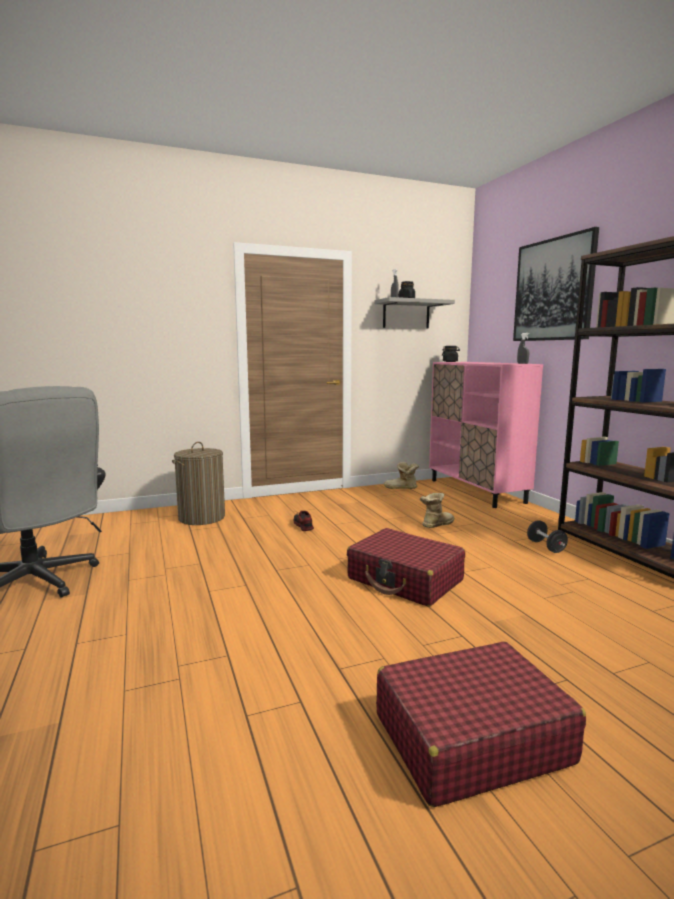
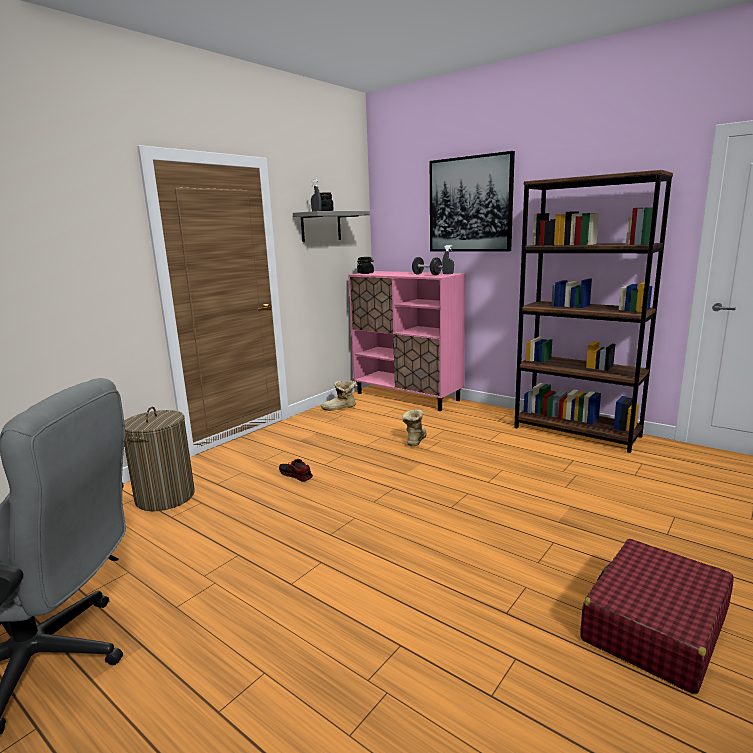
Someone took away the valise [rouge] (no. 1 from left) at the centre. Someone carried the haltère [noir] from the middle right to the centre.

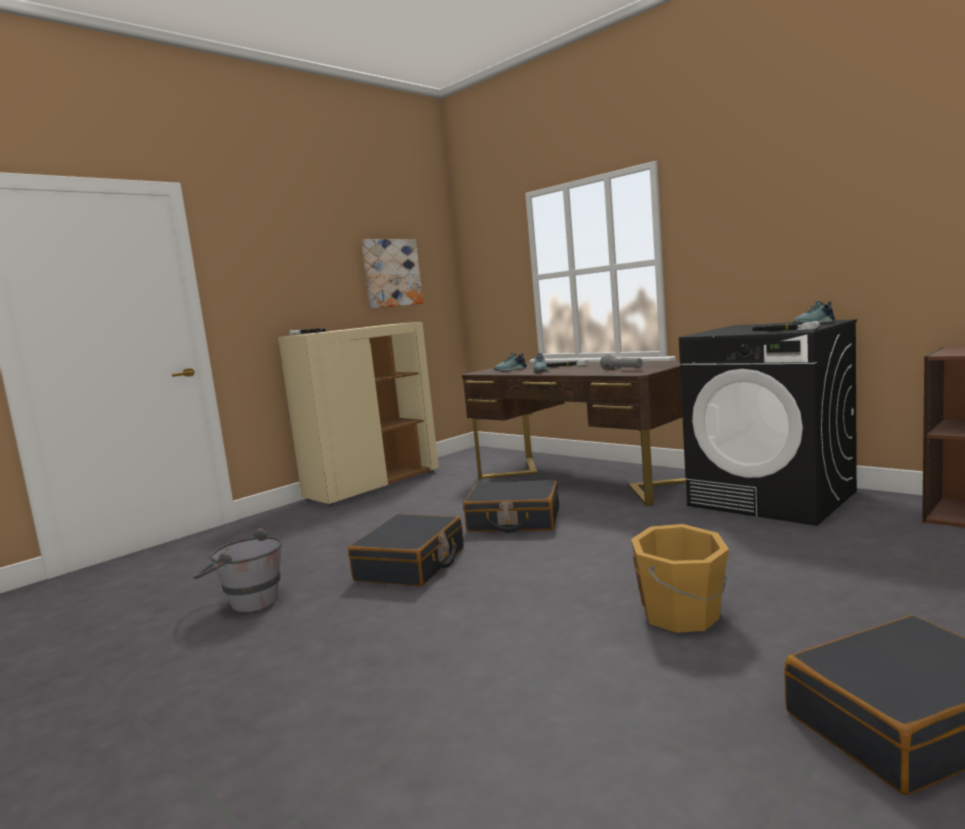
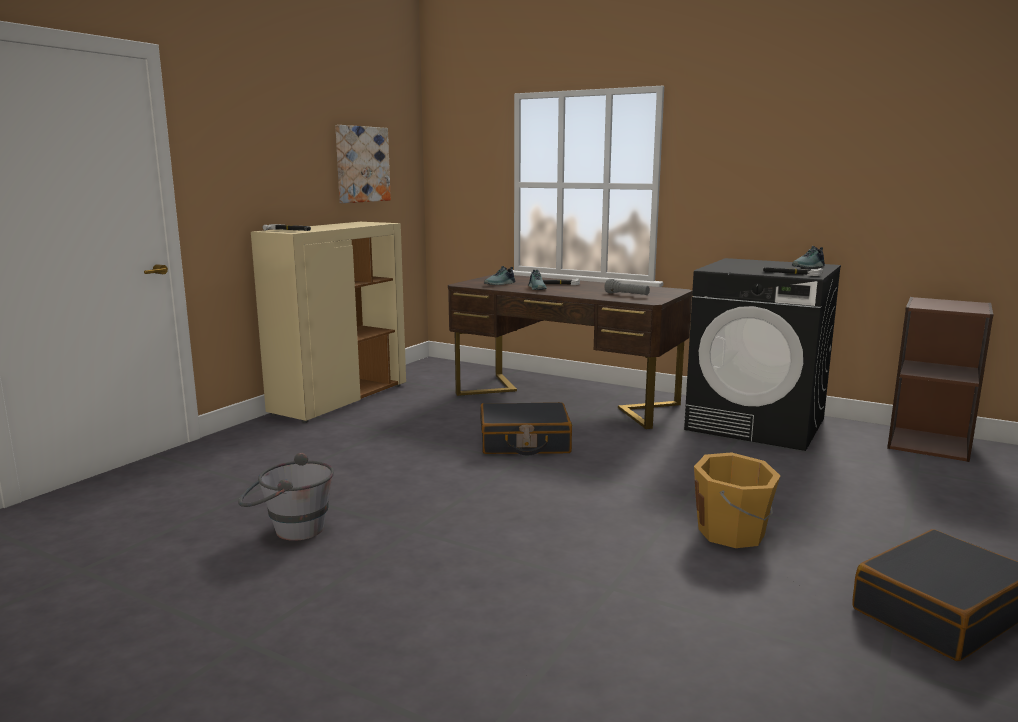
Someone took away the valise [noir] (no. 1 from left) at the centre.

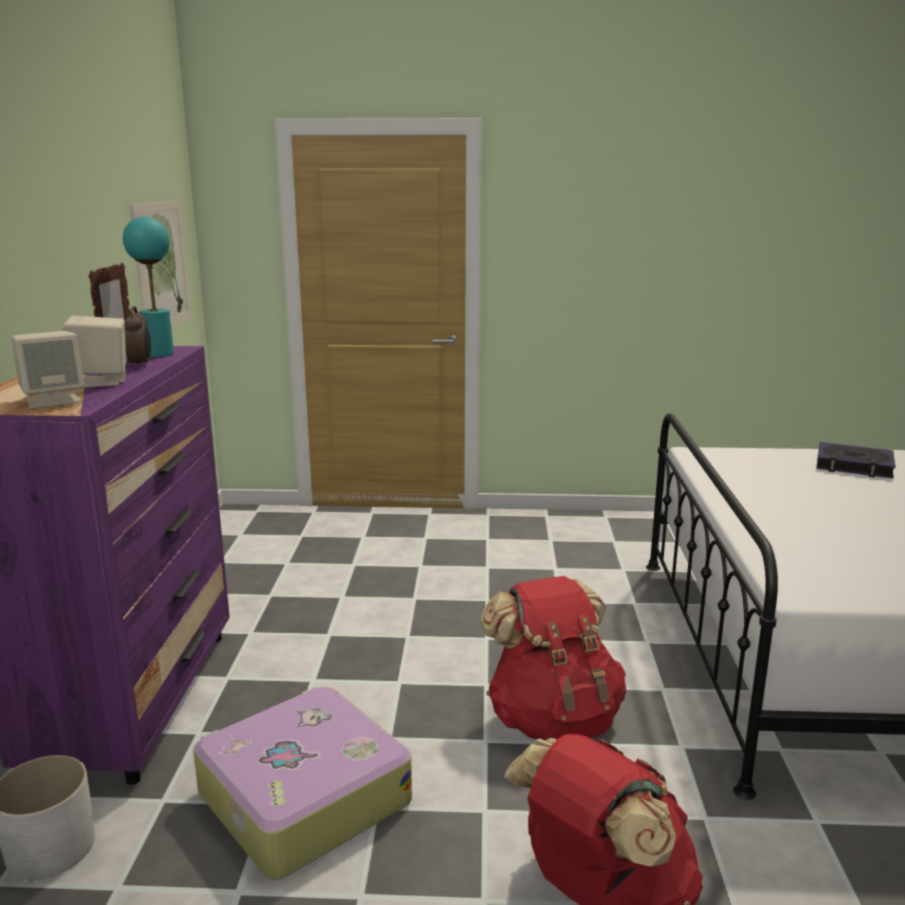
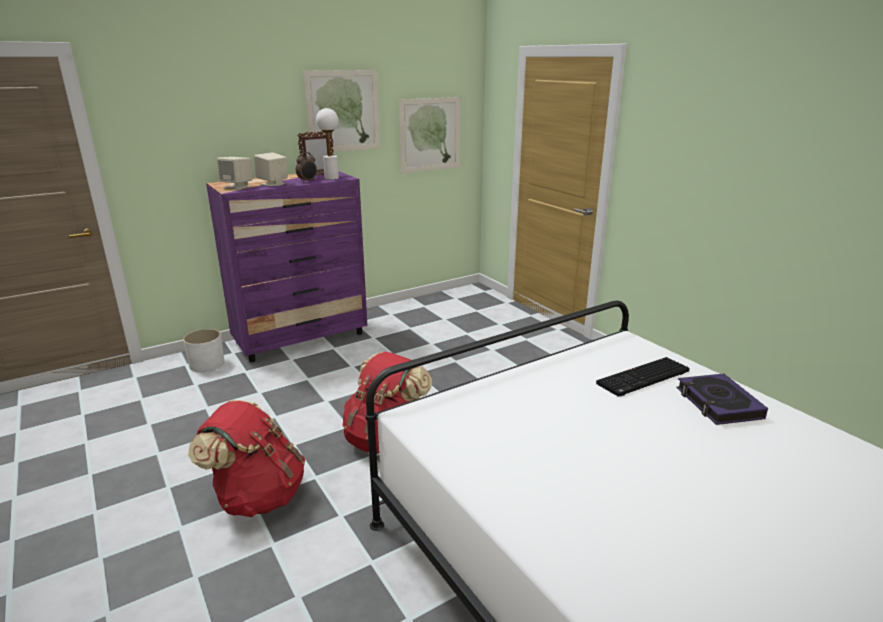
Someone took away the valise at the bottom centre. Someone put up the tableau (no. 1 from left) at the top centre. Someone put down the clavier at the middle right. Someone repainted the lampe de table [turquoise] at the top left, which became the lampe de table [blanc] at the top centre.

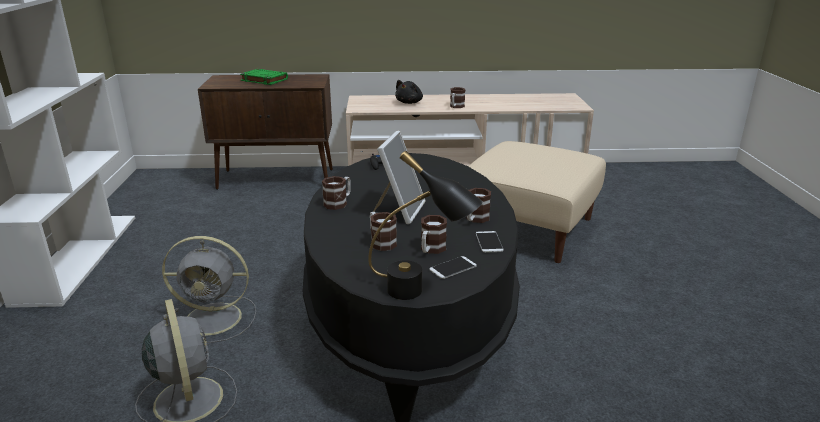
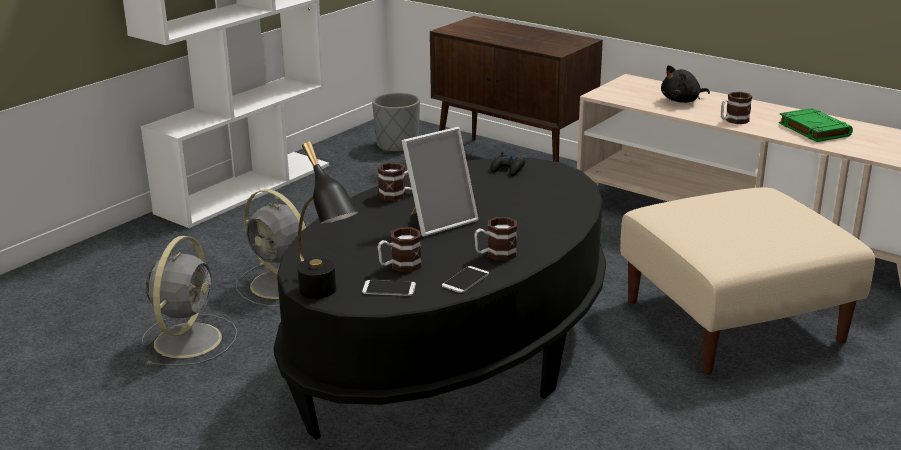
Someone took away the mug (no. 2 from left) at the centre. Someone put down the cache-pot [gris] at the top centre. Someone carried the livre [vert] from the top left to the top right.

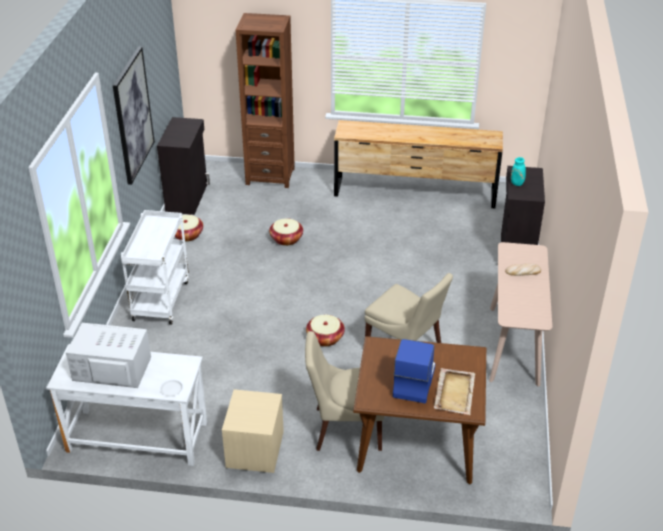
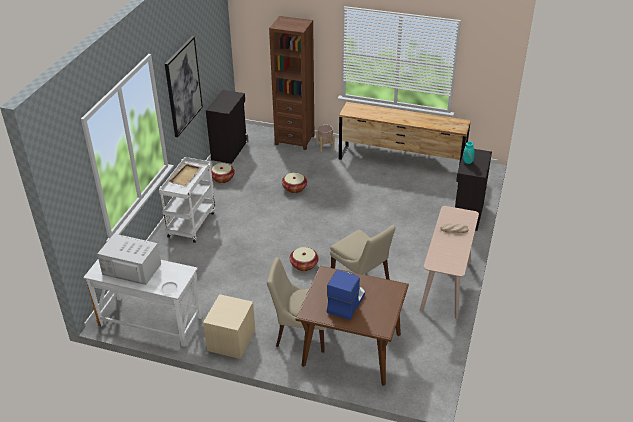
Someone put down the cache-pot [beige] at the top centre. Someone carried the plateau [beige] from the bottom right to the middle left.

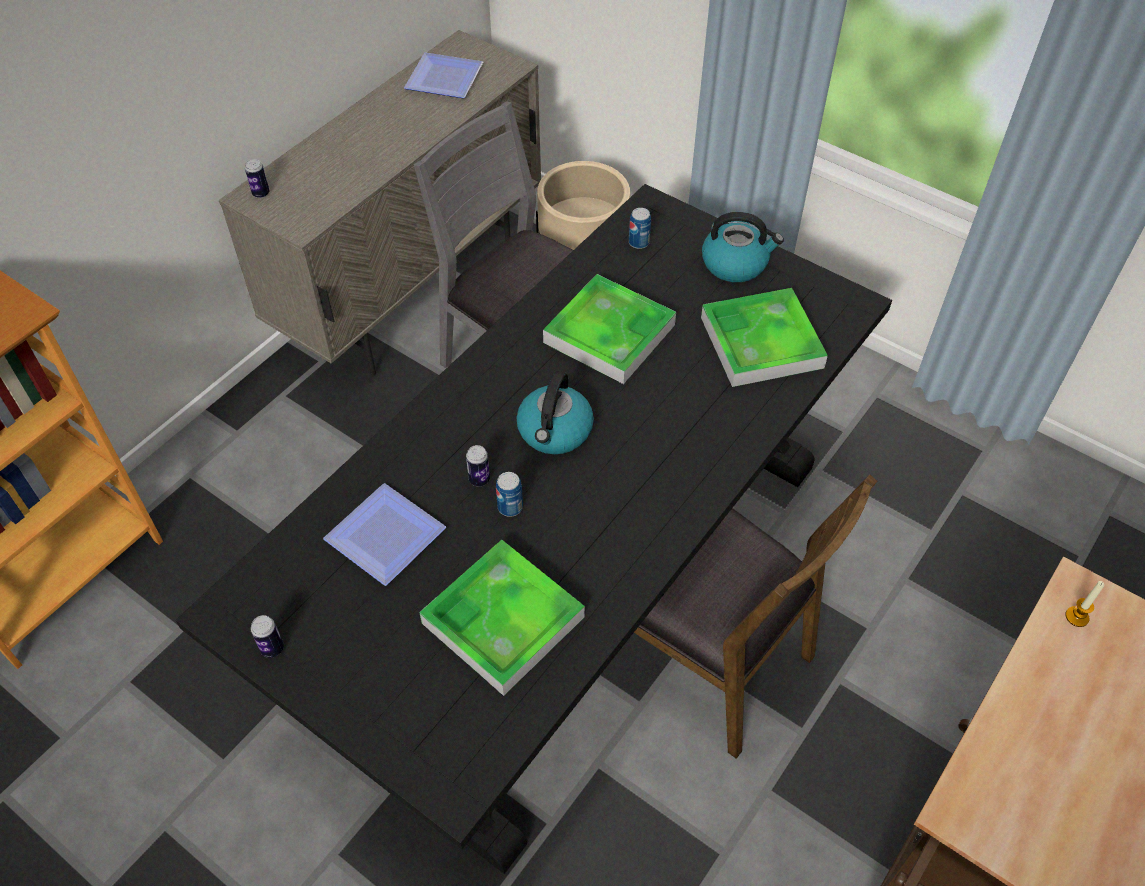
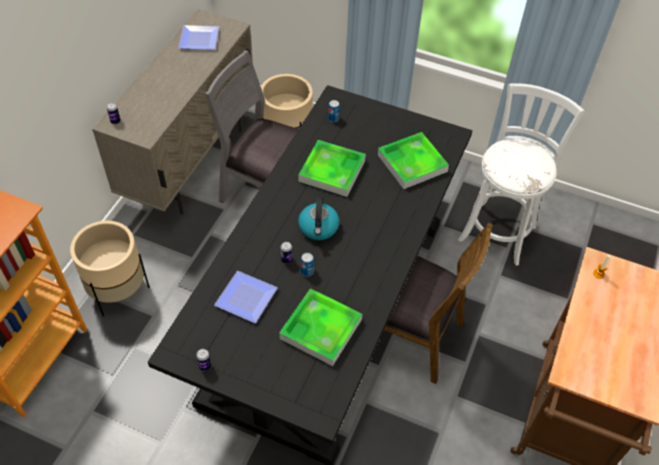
Someone took away the bouilloire (no. 2 from left) at the top centre. Someone put down the cache-pot [beige] (no. 1 from left) at the middle left. Someone put down the tabouret [blanc] at the middle right.

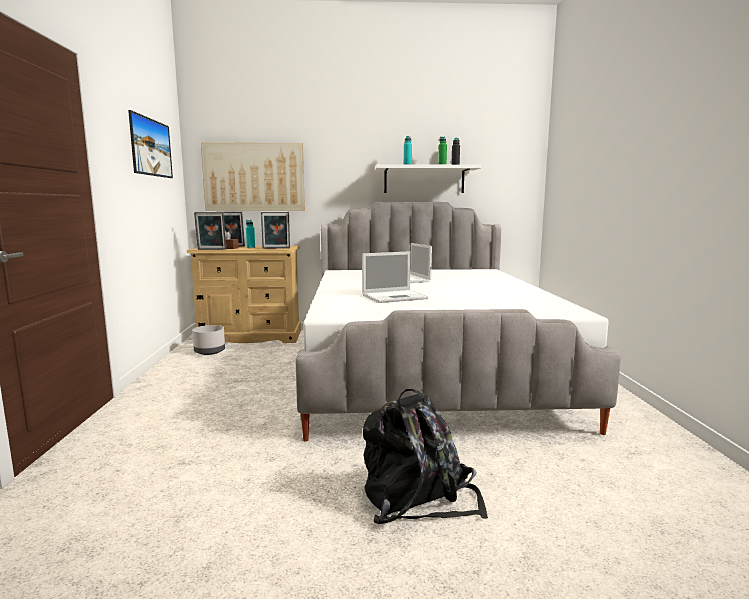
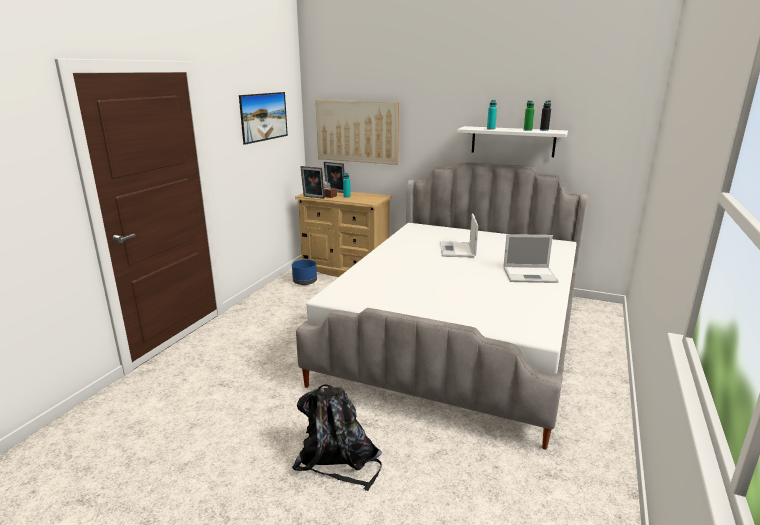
Someone took away the cadre photo (no. 3 from left) at the centre. Someone carried the ordinateur portable (no. 1 from left in the first image) from the centre to the middle right. Someone repainted the cache-pot [gris] at the middle left, which became the cache-pot [bleu] at the centre.

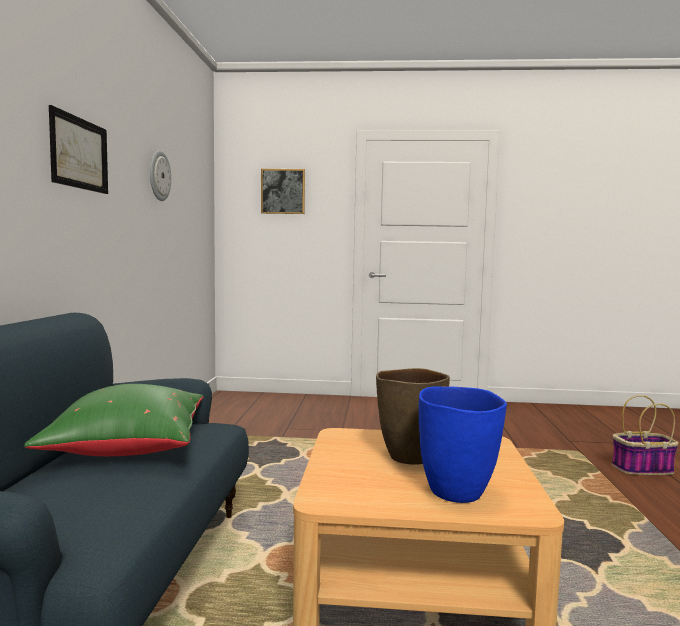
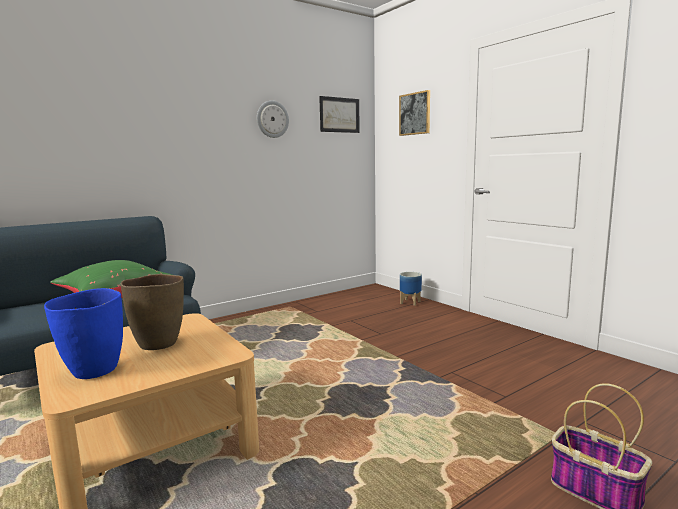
Someone put down the cache-pot at the centre. Someone carried the tableau (no. 1 from left) from the top left to the top centre.

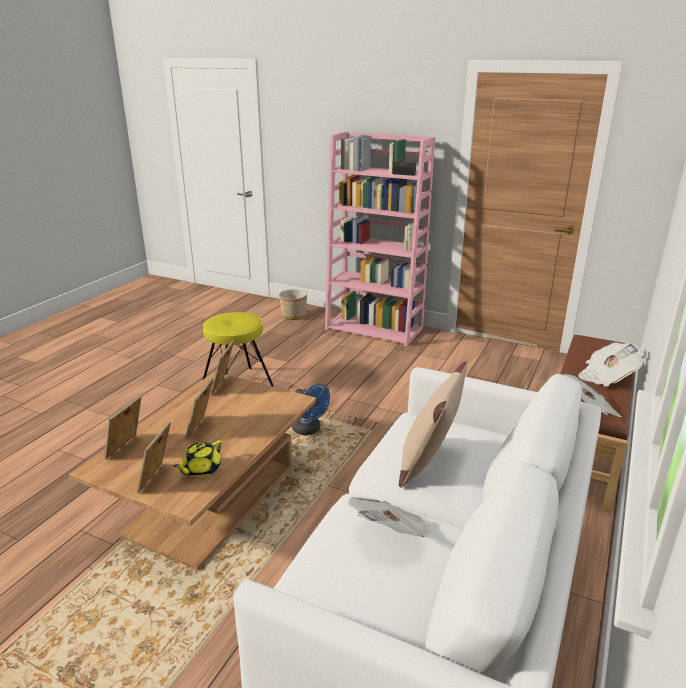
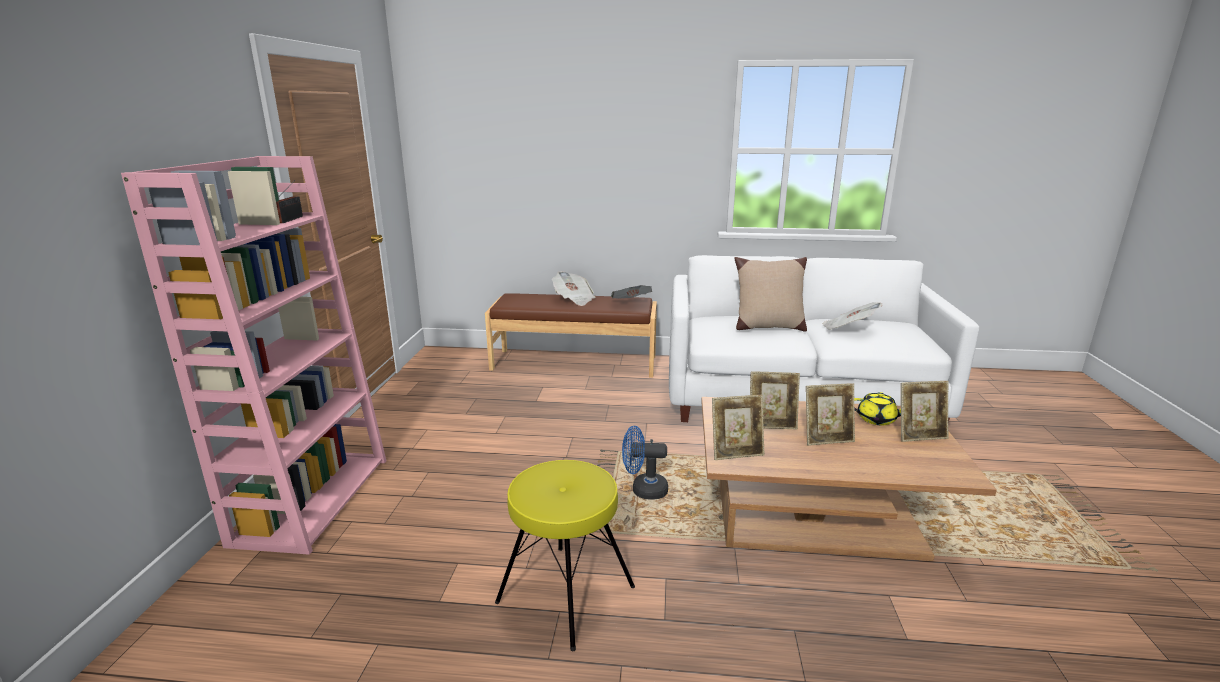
Someone took away the cache-pot at the centre. Someone carried the cadre photo (no. 1 from left in the first image) from the middle left to the centre. Someone rotated the ventilateur [bleu] at the centre by 105 degrees counterclockwise.

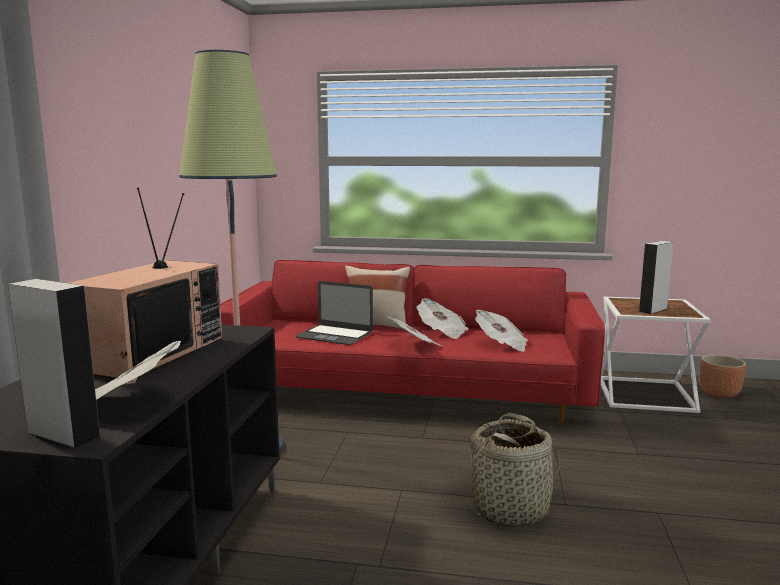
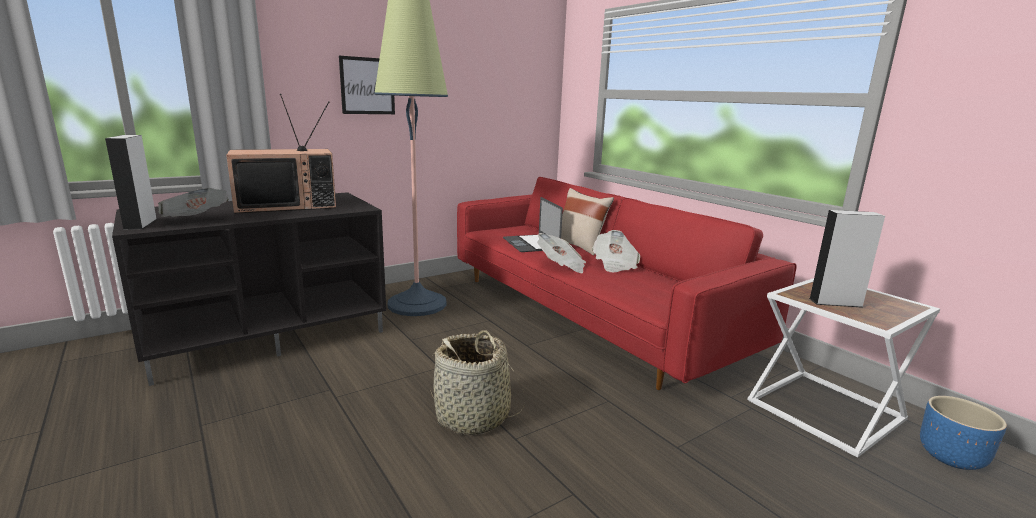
Someone took away the journal (no. 4 from left) at the centre. Someone put up the tableau at the top centre. Someone repainted the cache-pot [marron] at the middle right, which became the cache-pot [bleu] at the bottom right.

